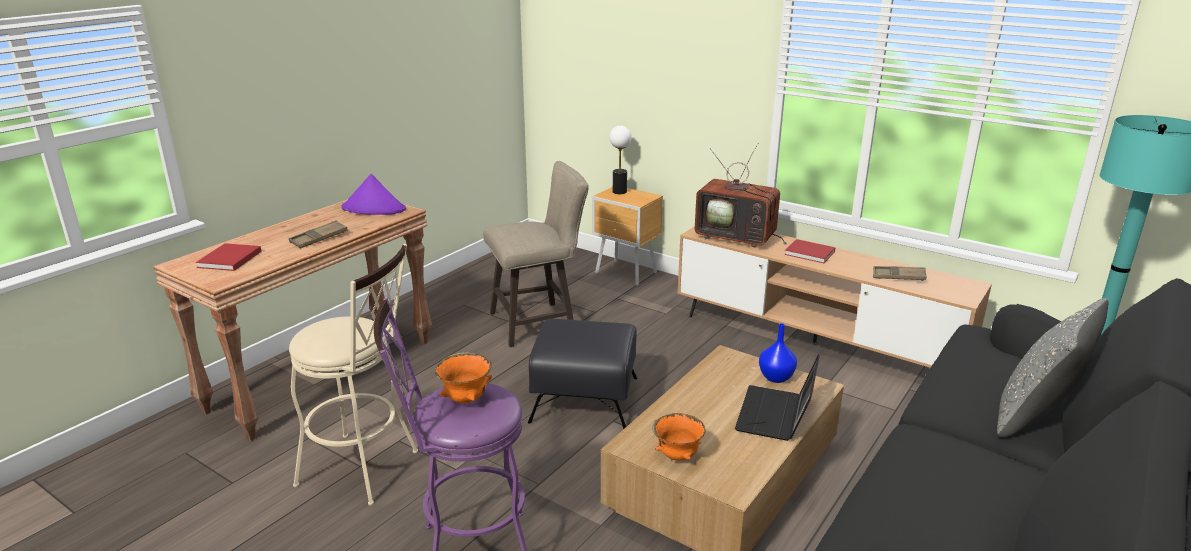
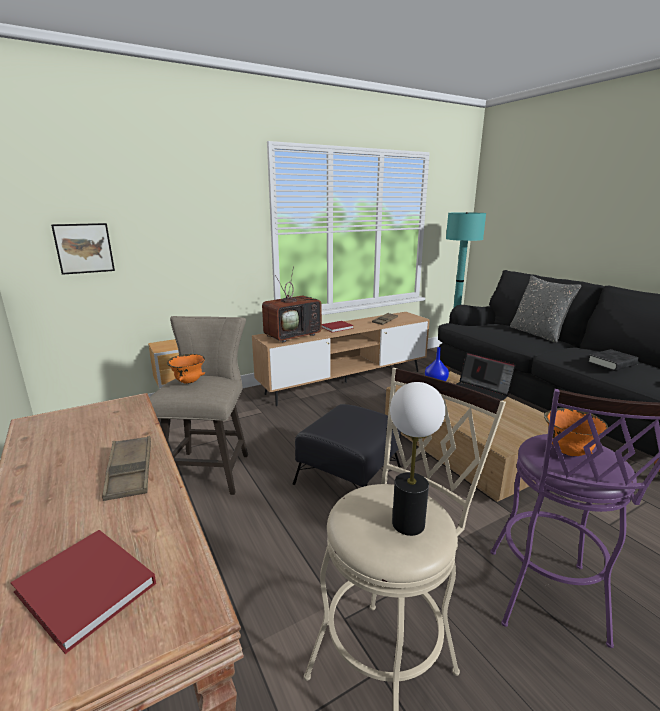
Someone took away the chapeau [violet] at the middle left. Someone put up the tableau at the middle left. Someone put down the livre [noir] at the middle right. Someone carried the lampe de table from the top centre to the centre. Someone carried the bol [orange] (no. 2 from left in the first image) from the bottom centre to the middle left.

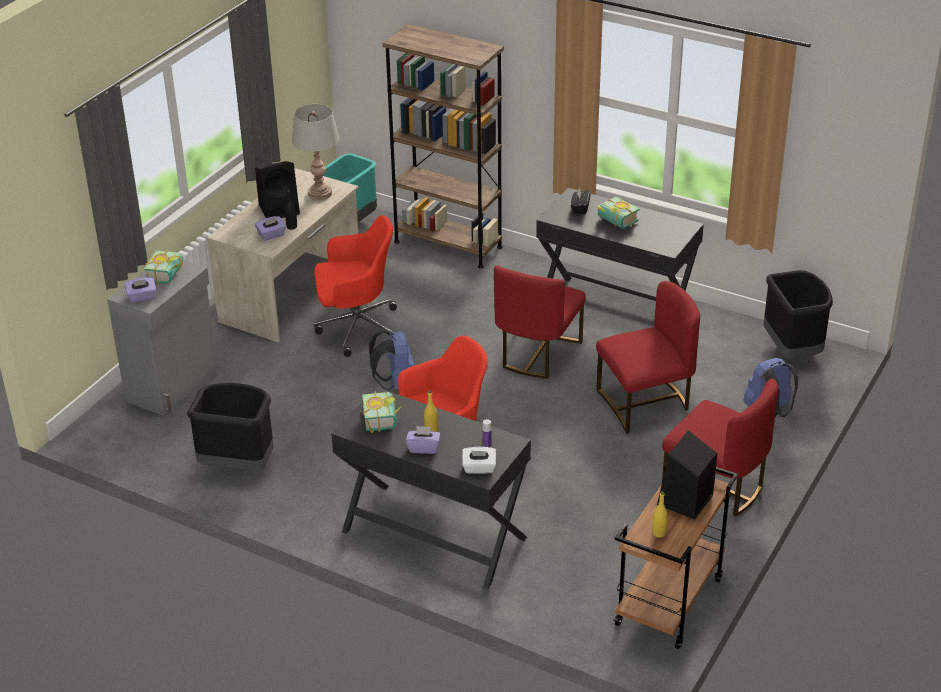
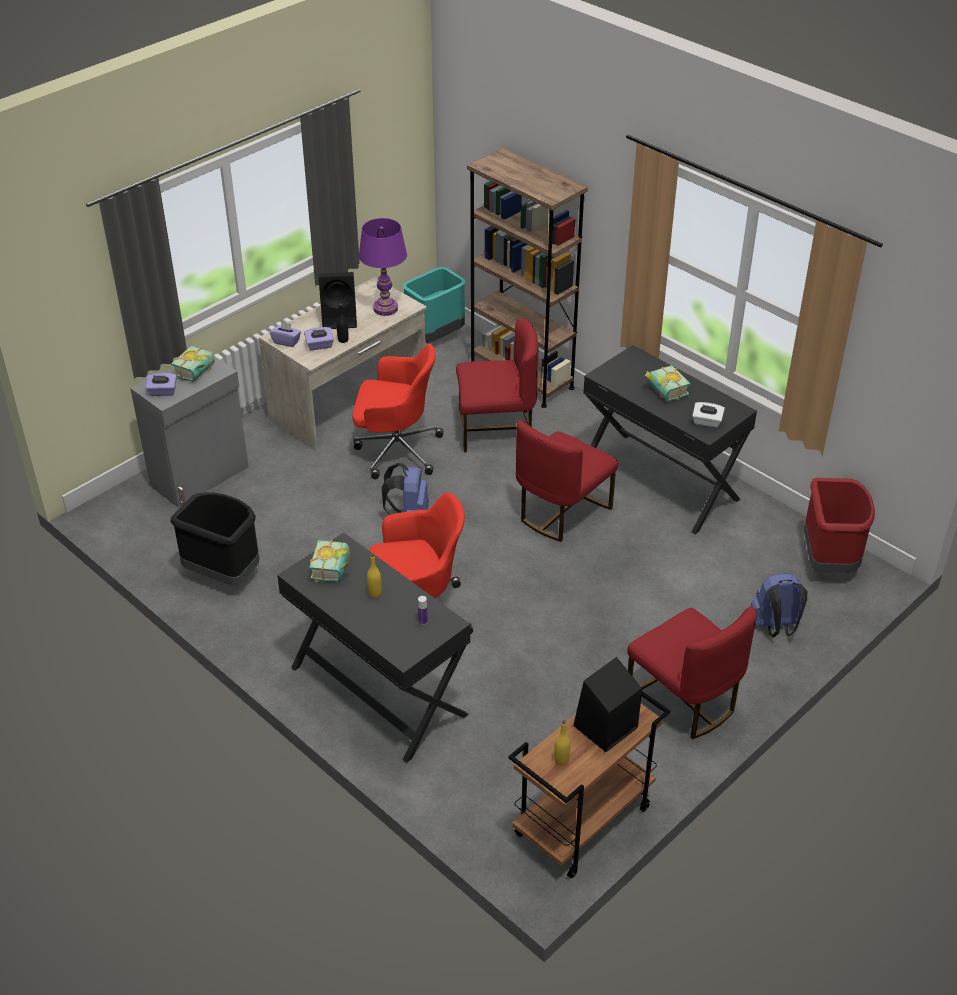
Someone took away the boîte à mouchoirs [noir] at the top centre. Someone carried the boîte à mouchoirs [violet] (no. 3 from left in the first image) from the centre to the middle left. Someone carried the boîte à mouchoirs [blanc] from the centre to the middle right. Someone carried the chaise [rouge] (no. 2 from left in the first image) from the middle right to the centre. Someone repainted the lampe de table [gris] at the top centre, which became the lampe de table [violet] at the top centre. Someone repainted the poubelle [noir] (no. 2 from left) at the middle right, which became the poubelle [rouge] at the middle right.

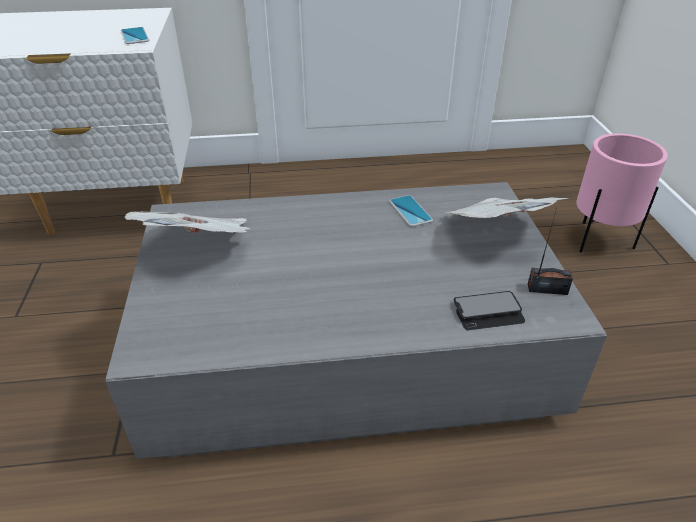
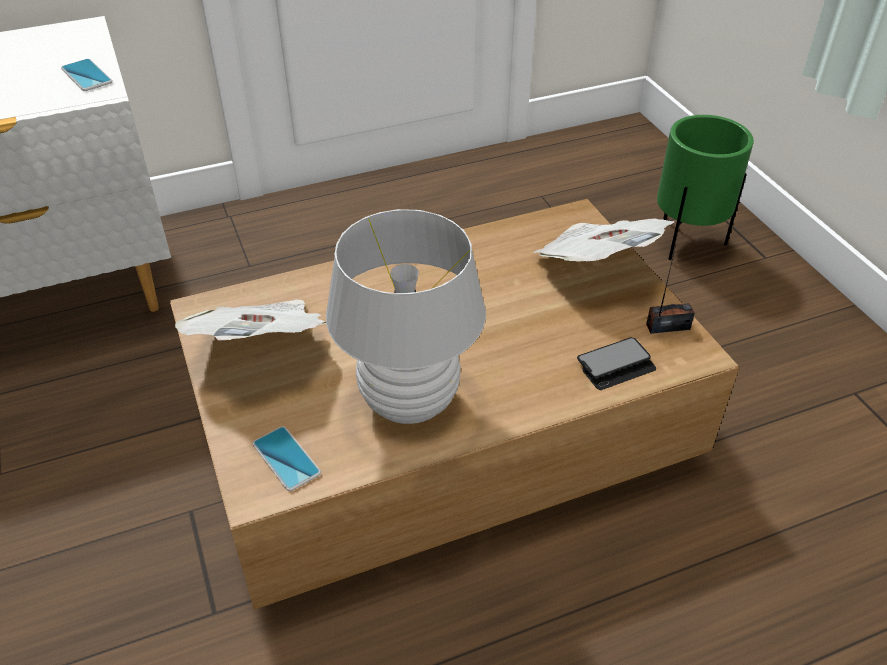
Someone put down the lampe de table [blanc] at the centre. Someone carried the téléphone (no. 2 from left) from the centre to the bottom left. Someone repainted the table basse [gris] at the centre, which became the table basse [marron] at the centre. Someone repainted the cache-pot [rose] at the middle right, which became the cache-pot [vert] at the top right.

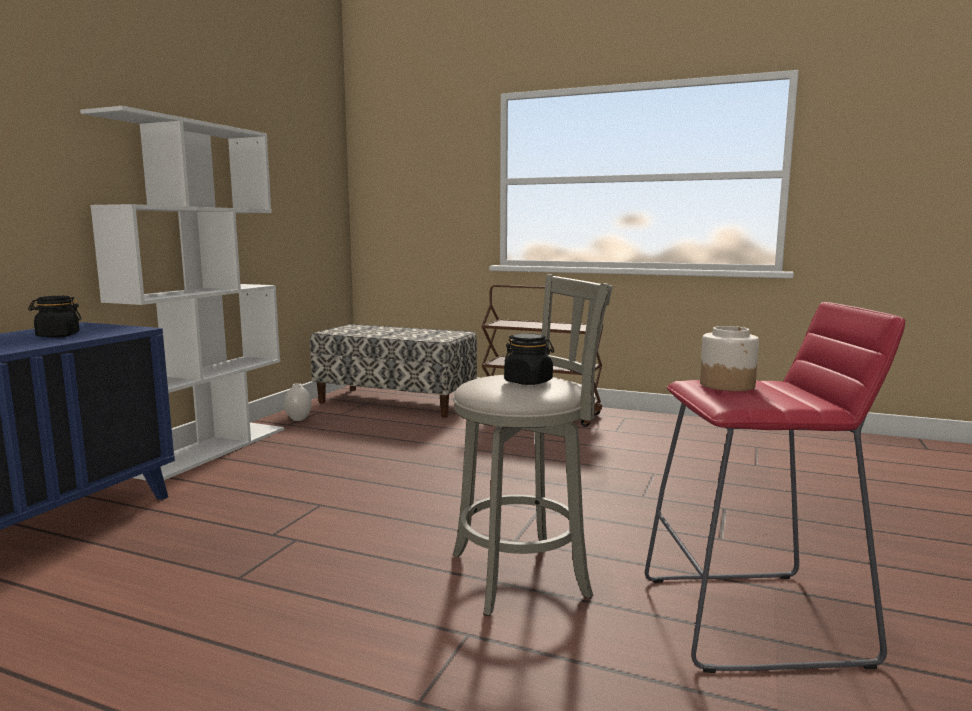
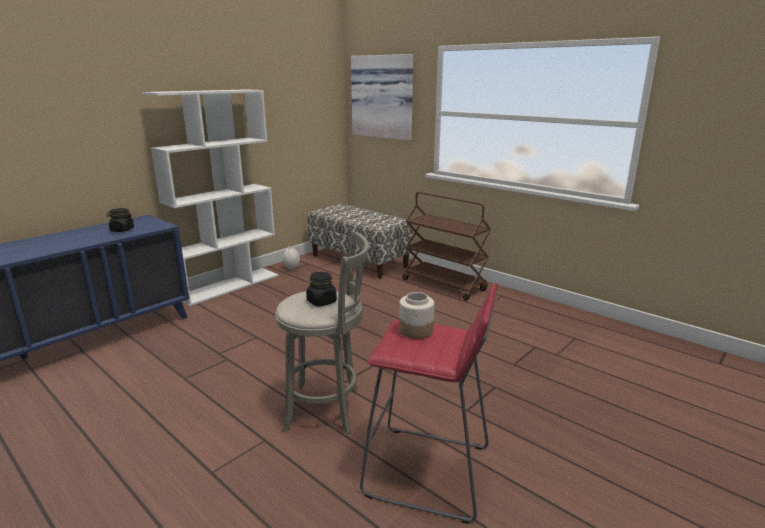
Someone put up the tableau at the top centre.

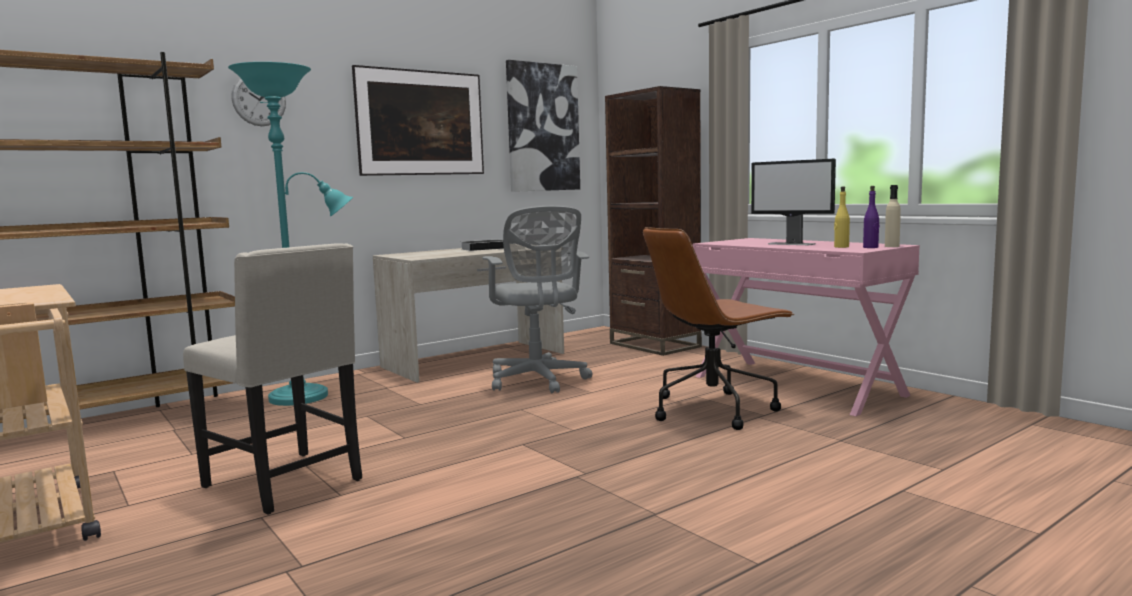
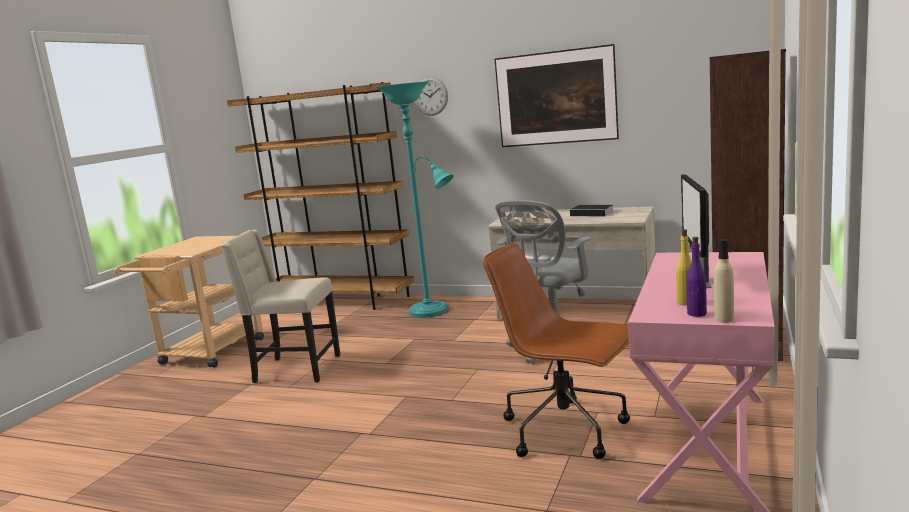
Someone took away the tableau (no. 2 from left) at the top centre. Someone rotated the chaise [beige] at the middle left by 90 degrees clockwise.

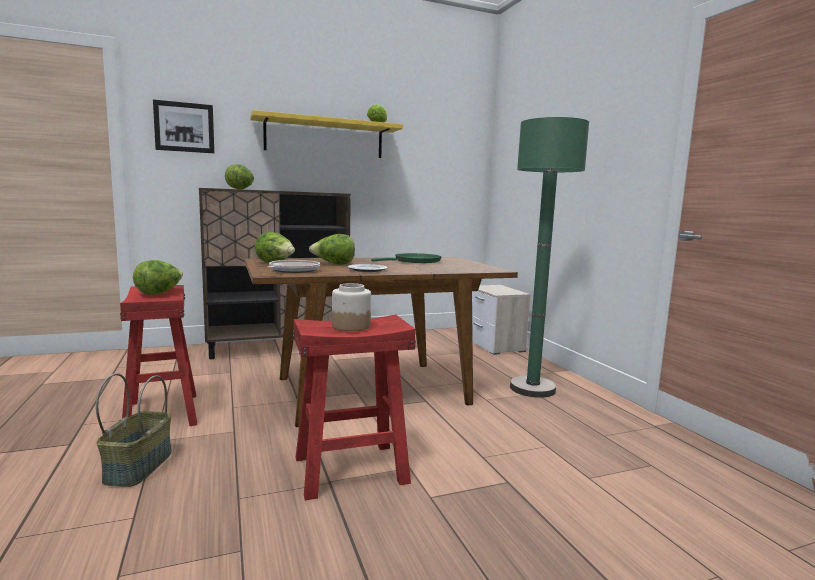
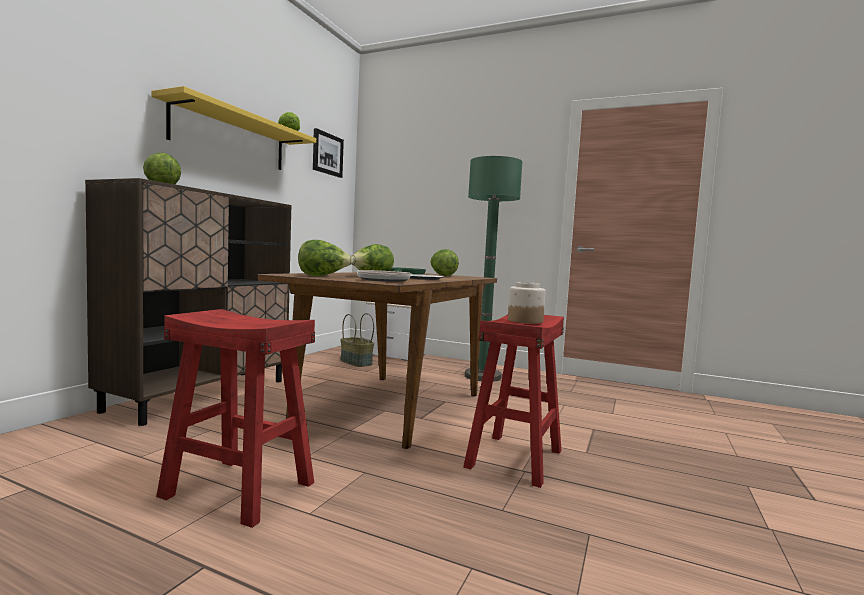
Someone carried the panier from the bottom left to the centre. Someone carried the laitue (no. 1 from left in the first image) from the middle left to the centre. Someone carried the tableau from the top left to the top centre.

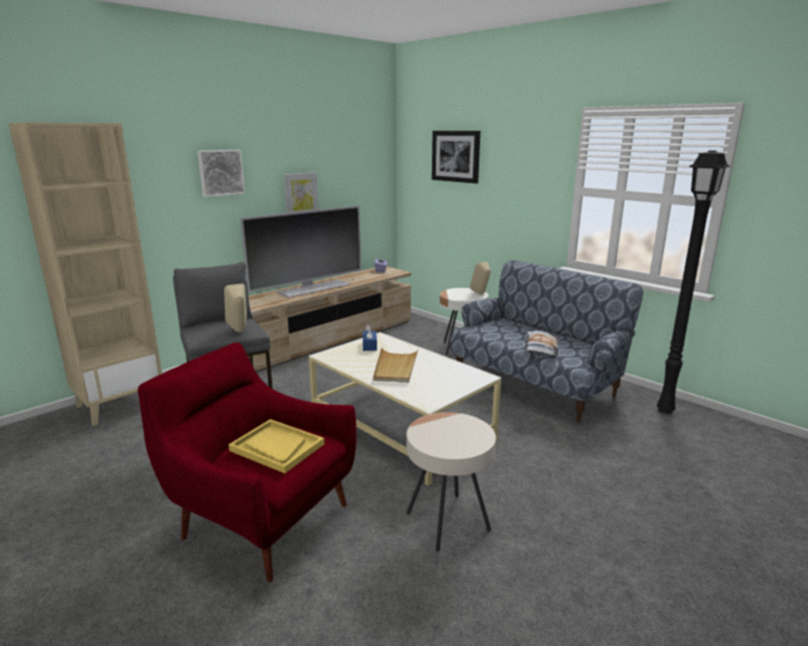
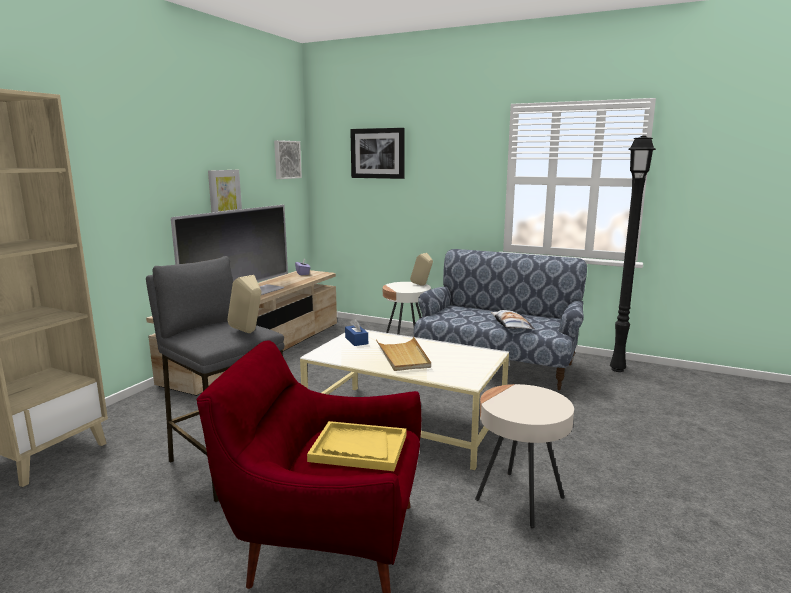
Someone carried the tableau (no. 1 from left in the first image) from the top left to the top centre.

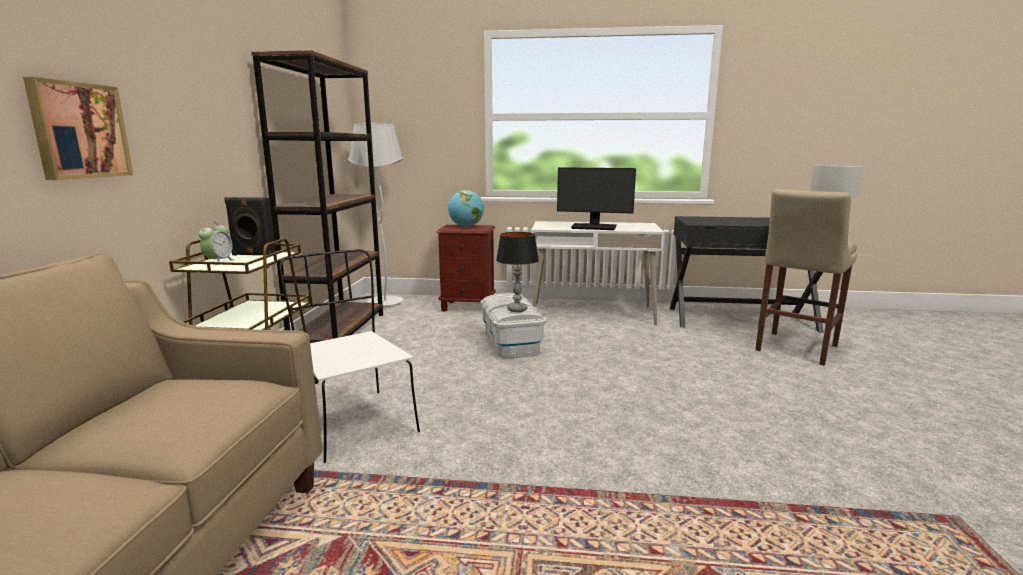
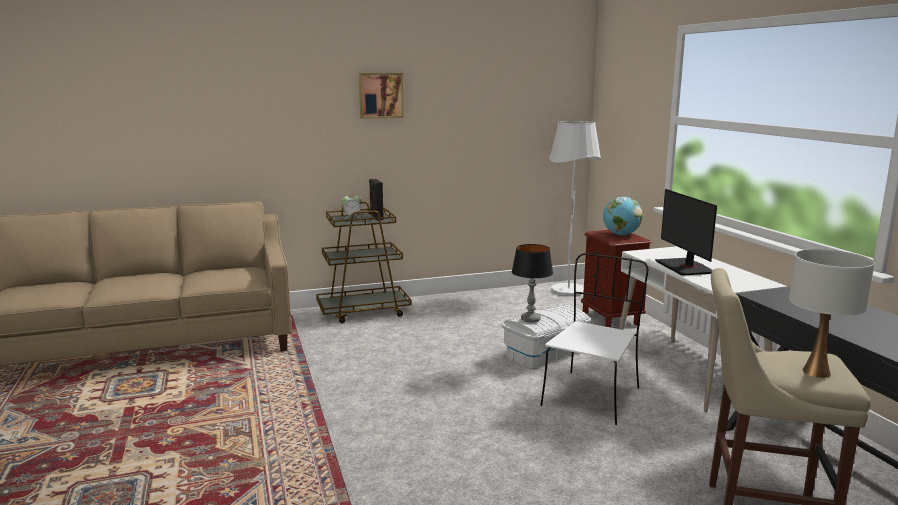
Someone took away the bibliothèque [marron] at the middle left. Someone carried the tableau from the top left to the top centre. Someone carried the chaise [blanc] from the centre to the bottom centre.

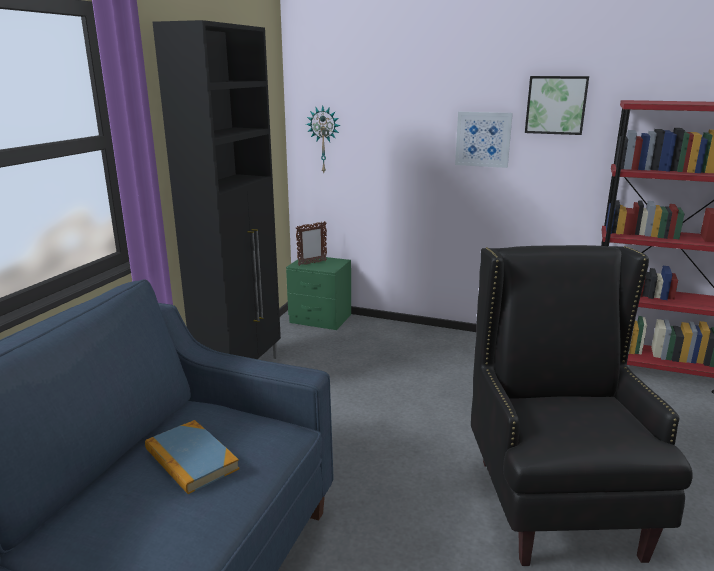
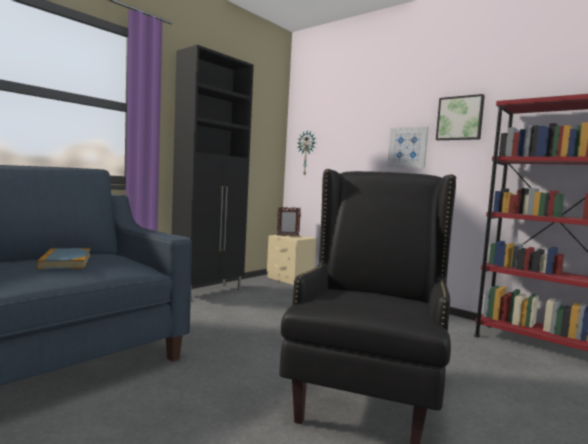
Someone repainted the table de chevet [vert] at the centre, which became the table de chevet [beige] at the centre.

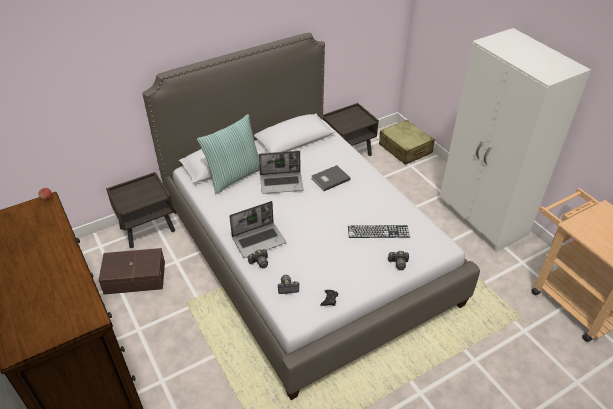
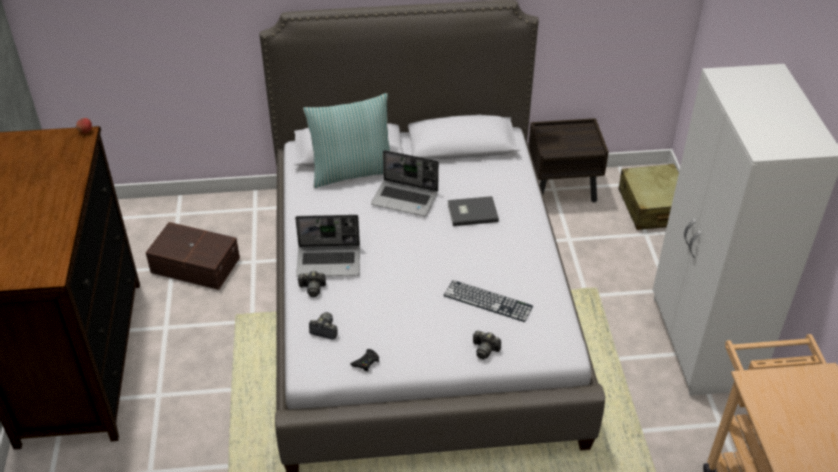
Someone took away the table de chevet [marron] (no. 1 from left) at the middle left.

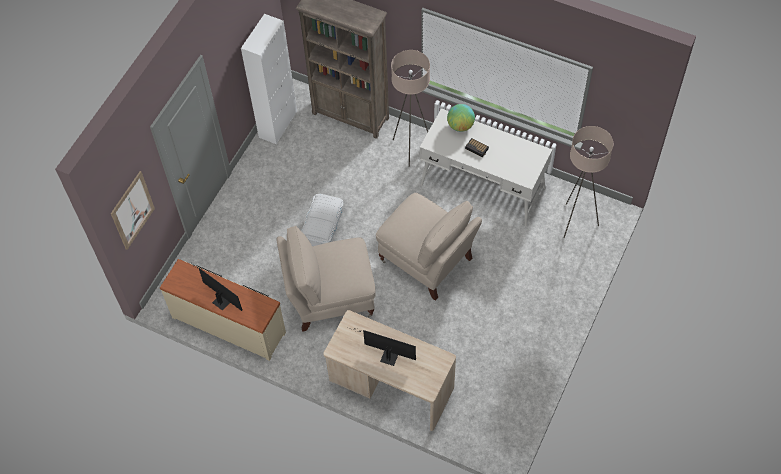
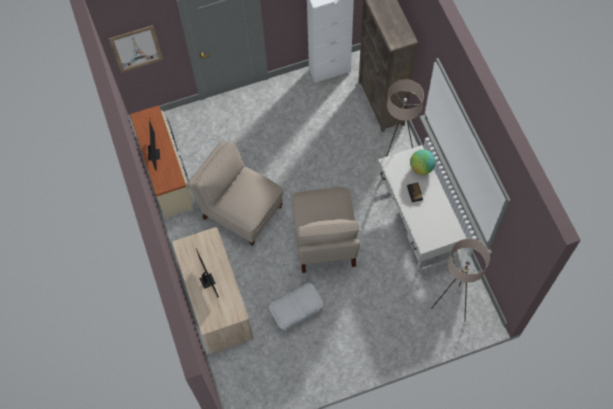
Someone carried the boîte de rangement [blanc] from the centre to the bottom centre.

